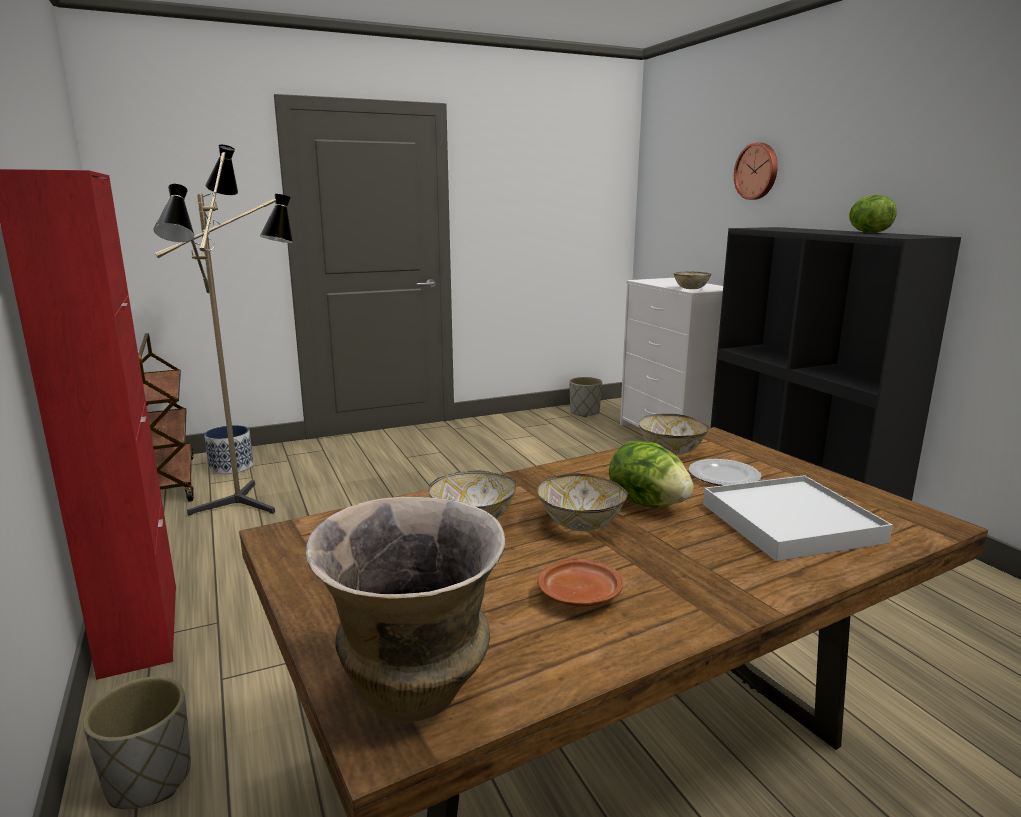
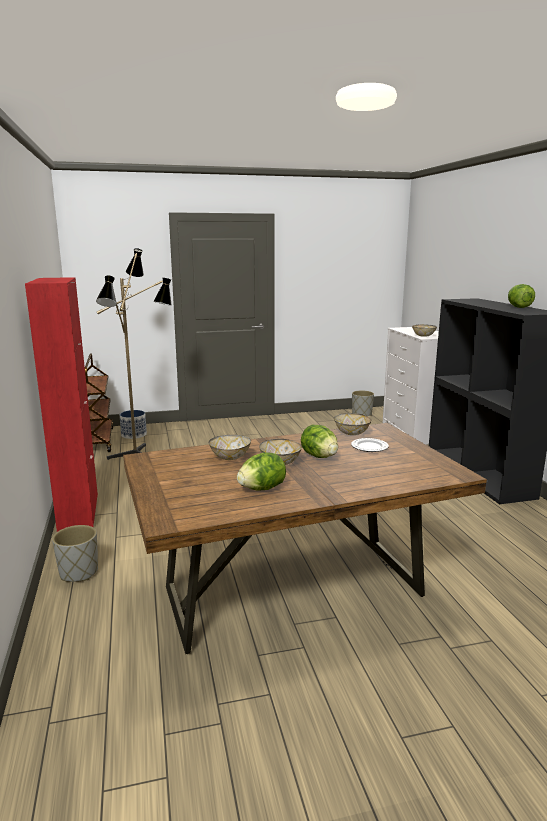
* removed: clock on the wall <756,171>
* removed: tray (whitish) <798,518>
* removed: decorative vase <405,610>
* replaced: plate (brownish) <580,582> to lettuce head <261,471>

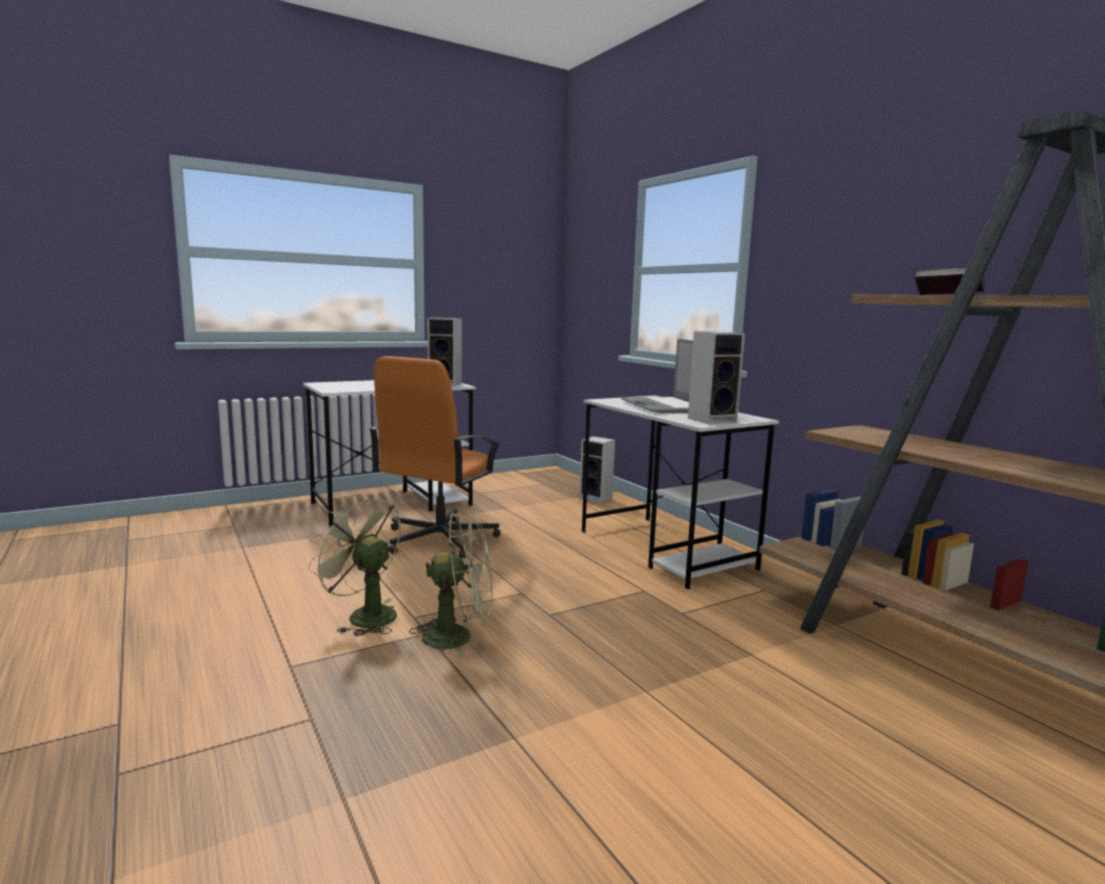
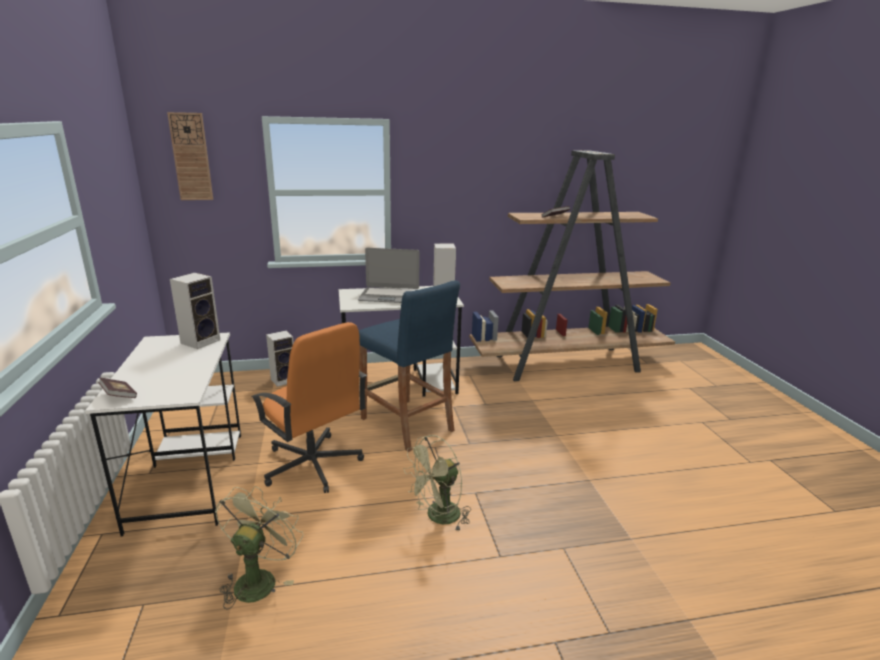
* moved: cooling fan (green) <451,586> to <259,548>
* added: clock on the wall <190,156>
* added: stool (blue) <409,366>
* added: book <117,388>

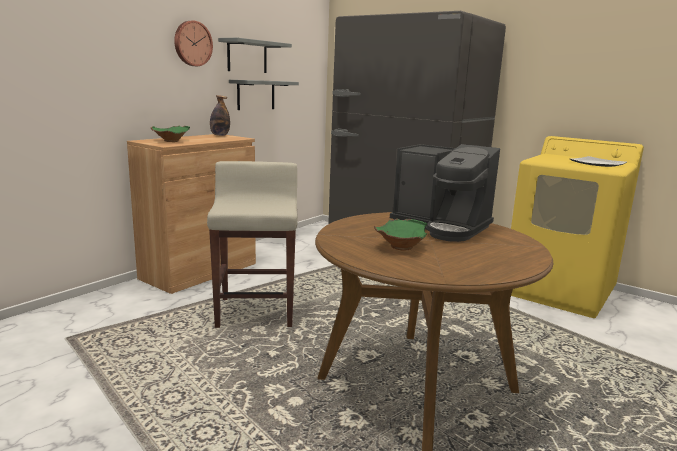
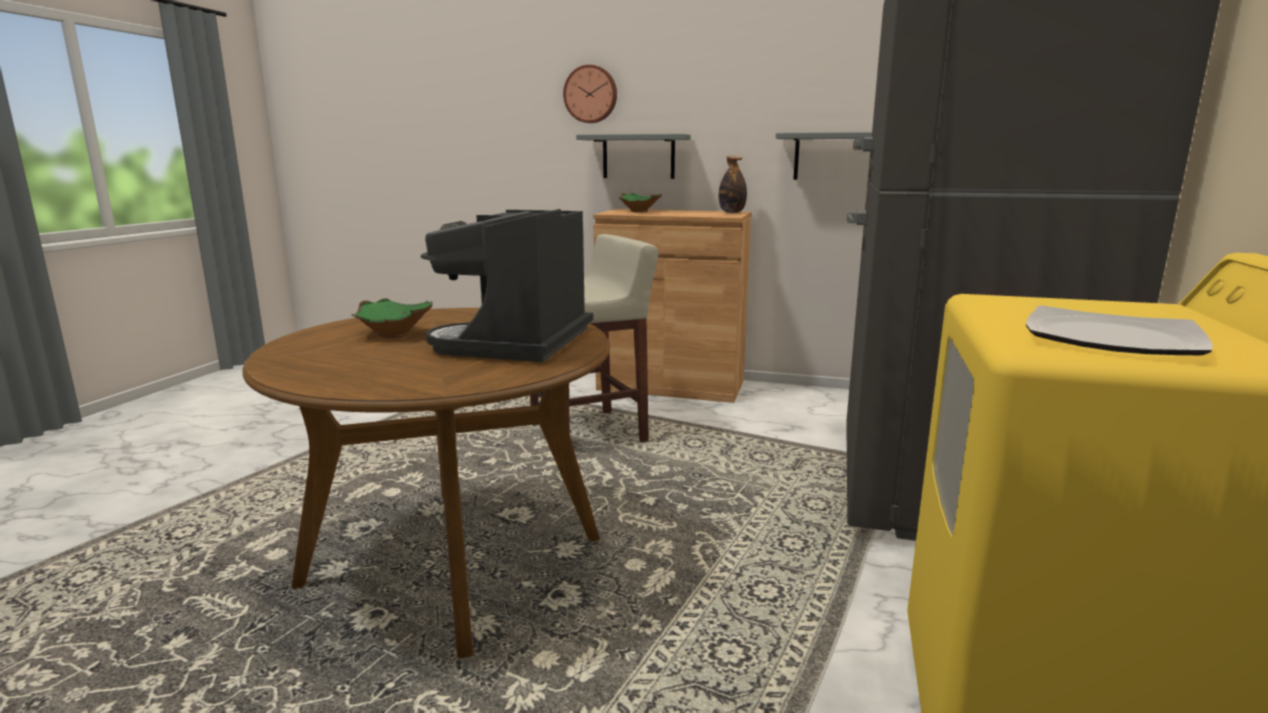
* moved: clock on the wall <193,43> to <590,93>
* moved: wall shelf (gray) <255,55> to <633,156>

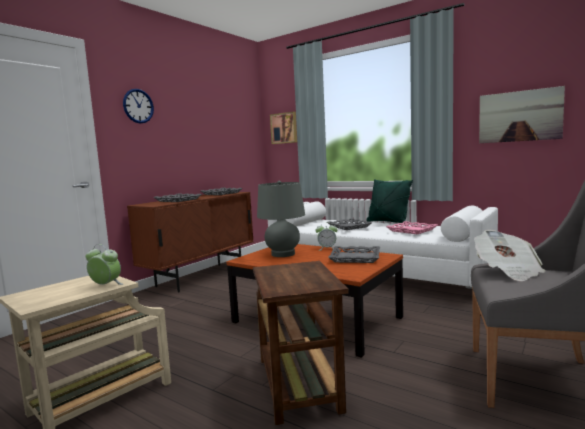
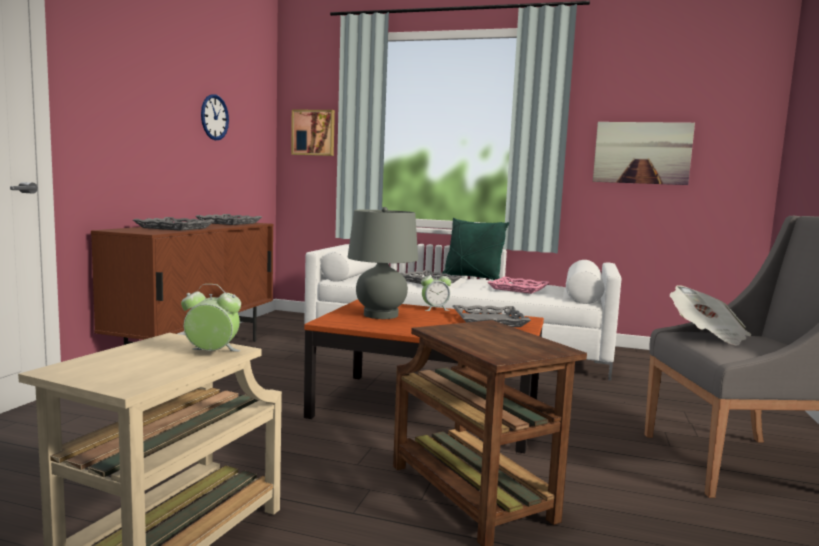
* moved: clock on the wall <138,106> to <215,117>

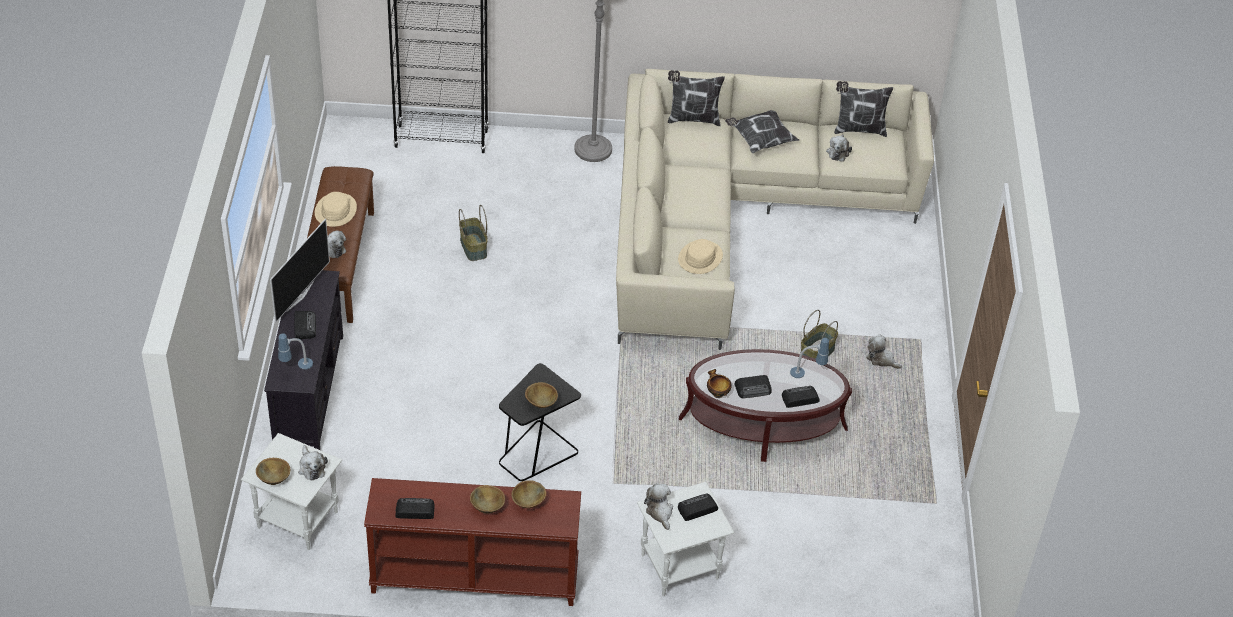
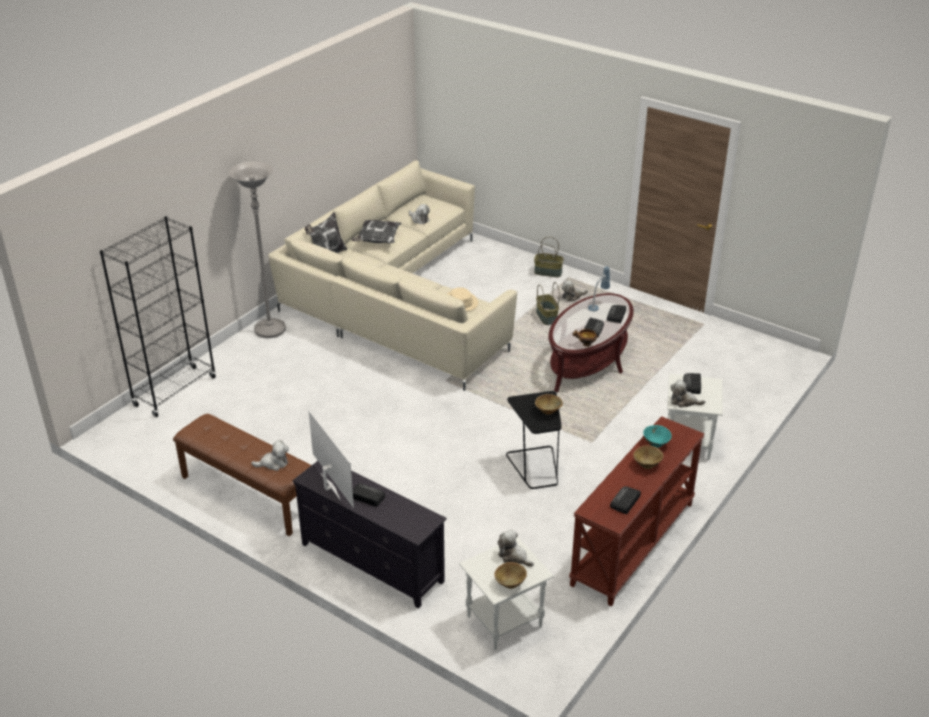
* removed: cushion <863,109>
* removed: clothing hat (sand-coloured) <336,209>
* moved: basket <473,233> to <549,257>
* removed: tabletop lamp <295,351>
* turned: soft toy <313,463> = <516,548> 150 degrees counterclockwise
* recoloured: deep dish (brownish) <528,494> to deep dish (turquoise-coloured) <657,436>

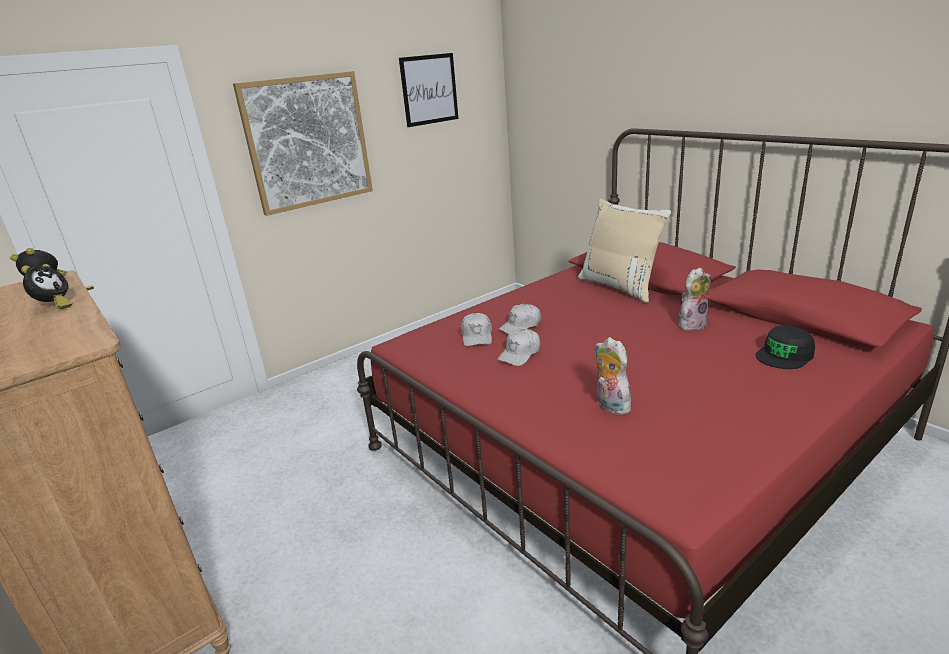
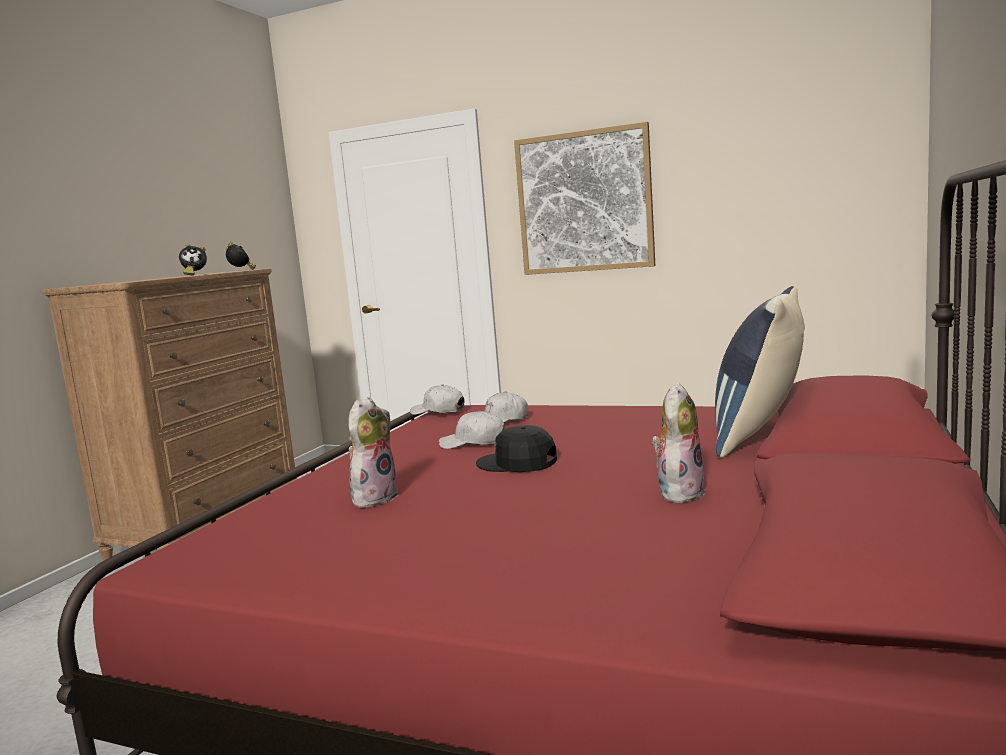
* removed: wall picture <429,90>
* recoloured: cushion (sand-coloured) <624,251> to cushion (blue) <760,372>
* turned: soft toy <695,299> = <678,443> 90 degrees counterclockwise
* moved: peaked cap (whitish) <519,319> to <437,399>
* moved: peaked cap (black-coloured) <785,347> to <516,448>

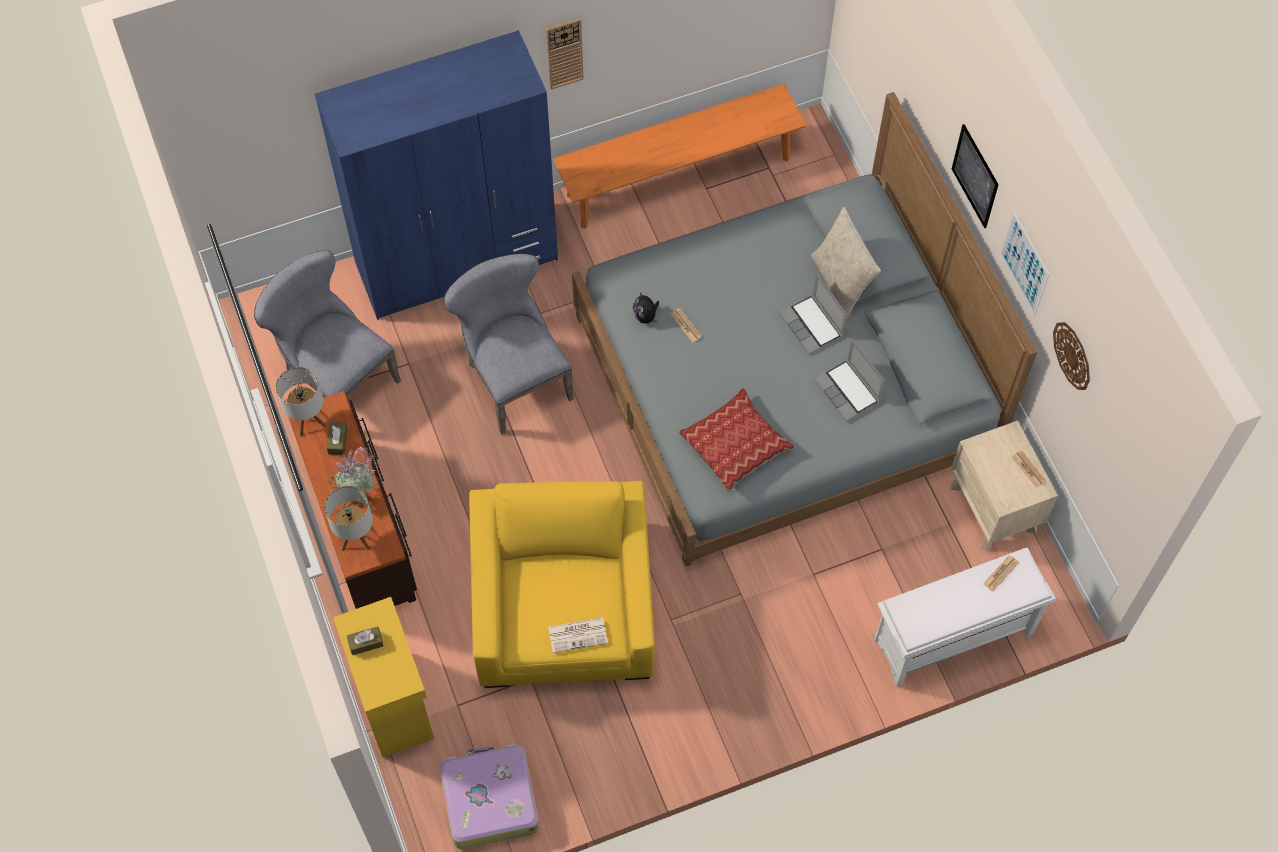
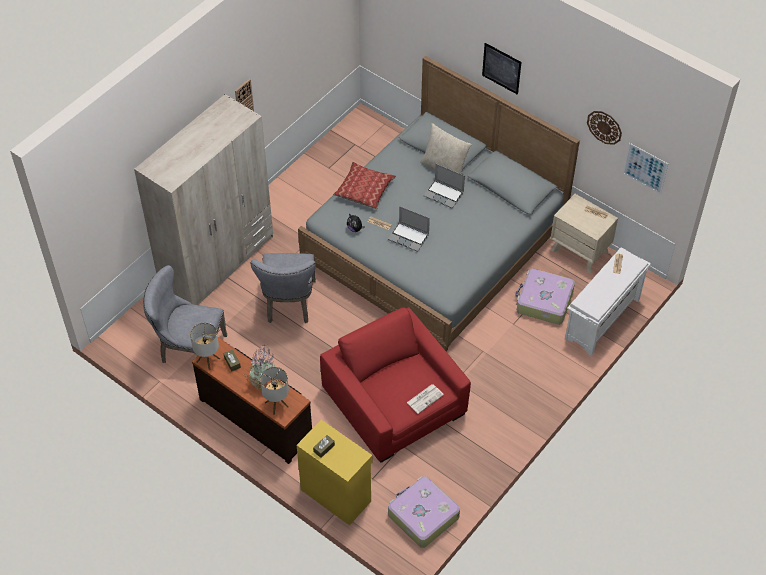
* recoloured: armoire (blue) <436,175> to armoire (sand-coloured) <203,199>
* removed: long seat (orange) <679,156>
* moved: wall picture <1025,263> to <645,168>
* turned: upright chair (gray) <509,344> = <283,288> 120 degrees counterclockwise
* moved: portable computer <849,380> to <409,229>
* moved: cushion <736,440> to <364,185>
* recoloured: armchair (yellow) <562,584> to armchair (reddish) <395,384>
* added: suitcase <545,296>

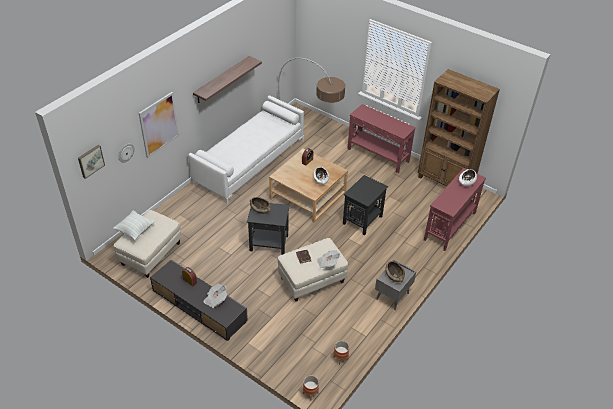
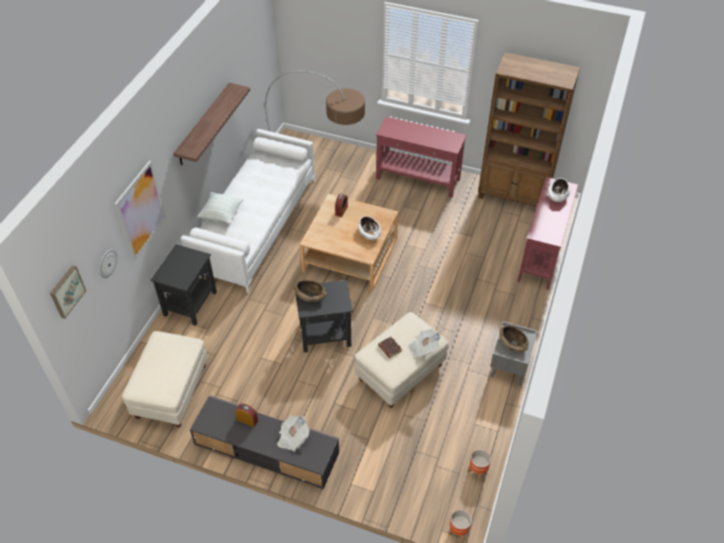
* moved: end table (black-coloured) <365,205> to <183,285>
* moved: cushion <134,225> to <220,208>

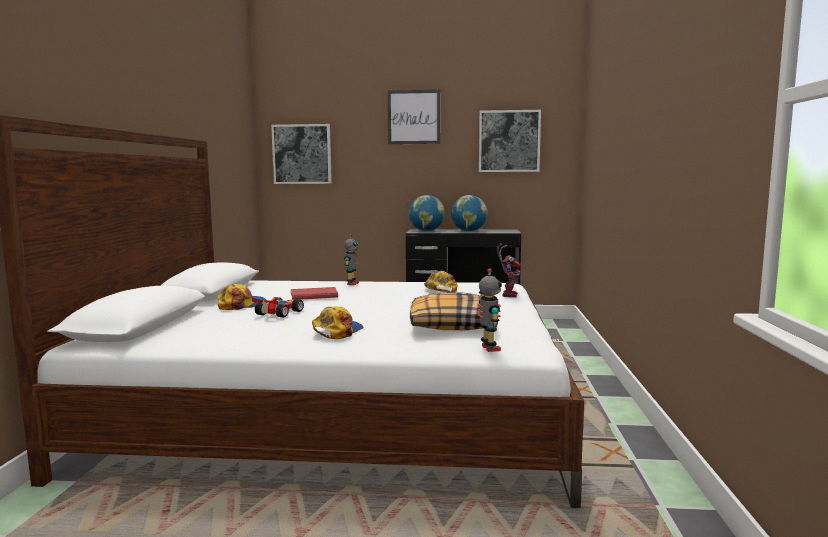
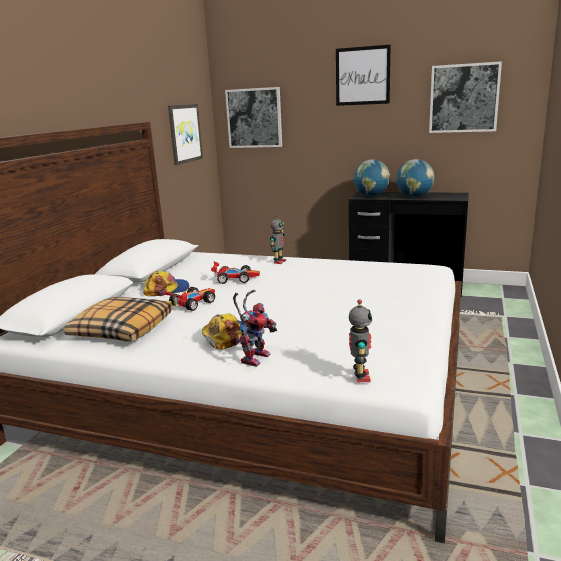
* moved: robot figure <508,270> to <255,328>
* removed: peaked cap <440,281>
* replaced: book (reddish) <314,293> to miniature car <235,273>
* moved: cushion <446,311> to <118,319>
* added: wall picture <185,134>

